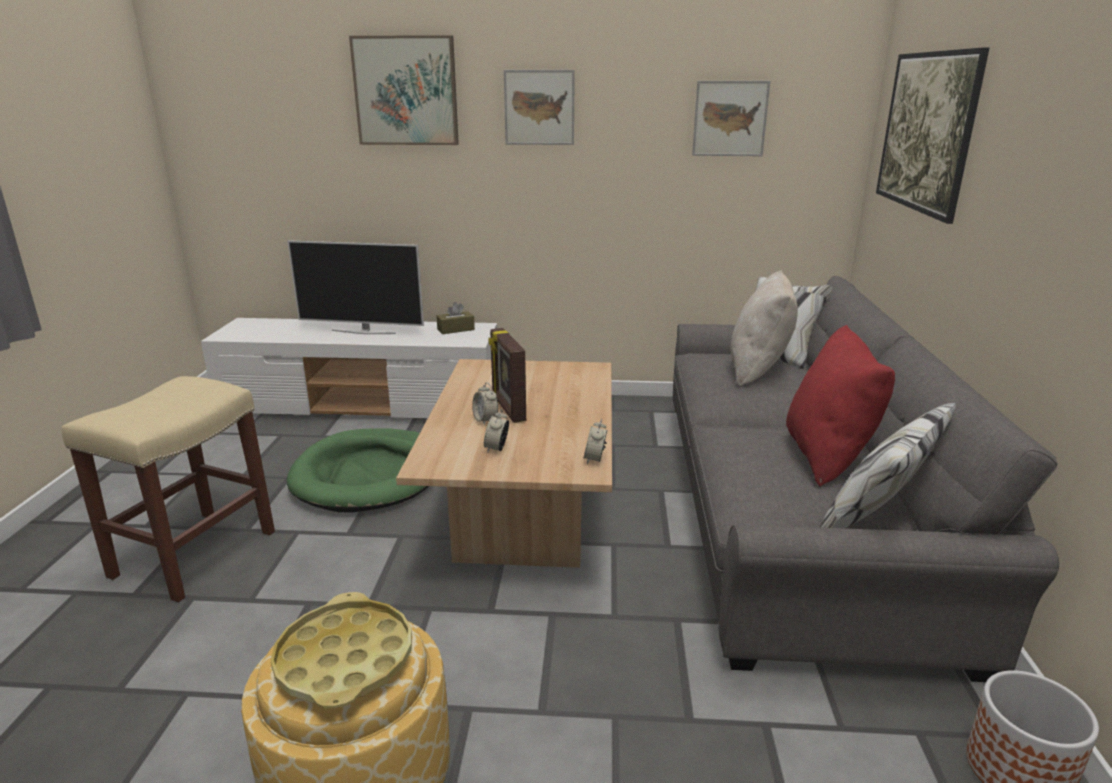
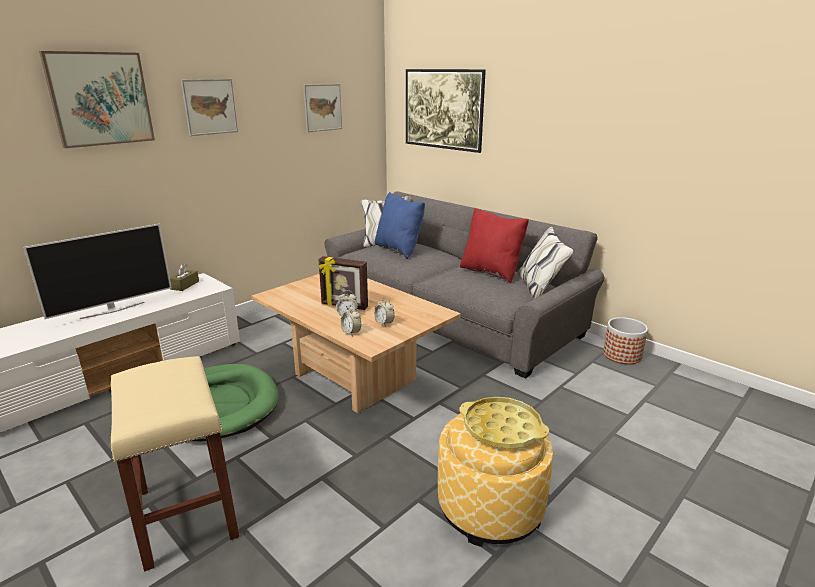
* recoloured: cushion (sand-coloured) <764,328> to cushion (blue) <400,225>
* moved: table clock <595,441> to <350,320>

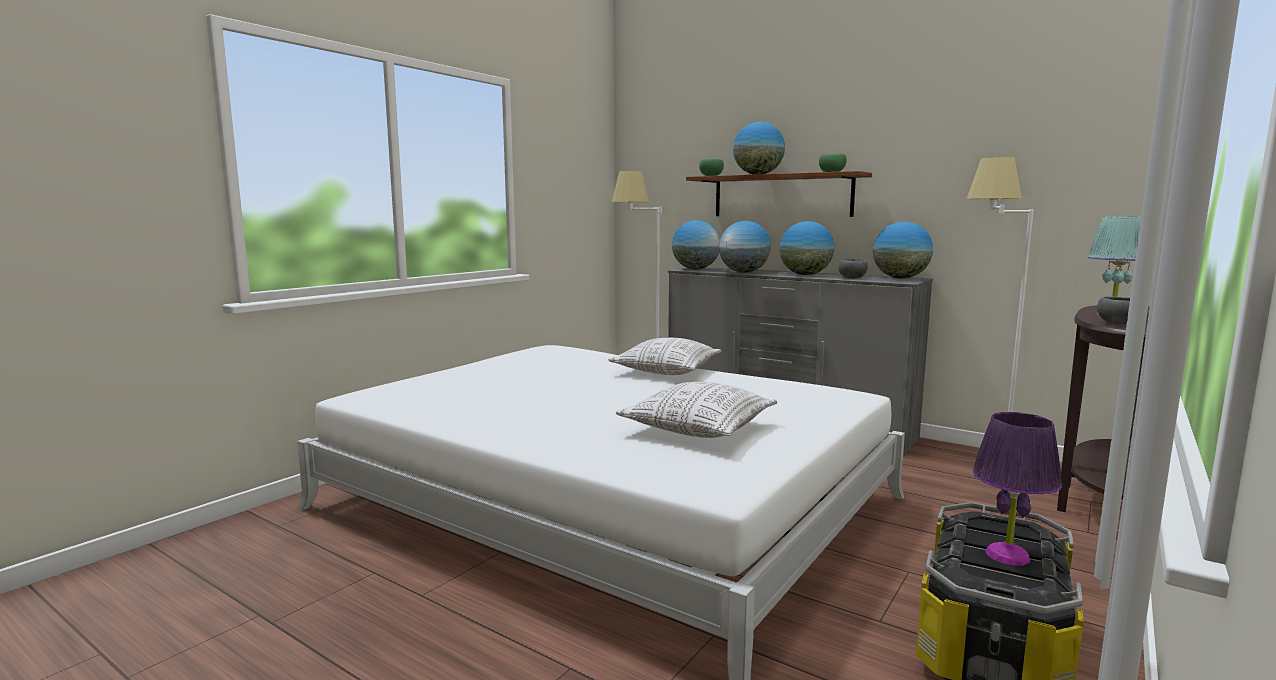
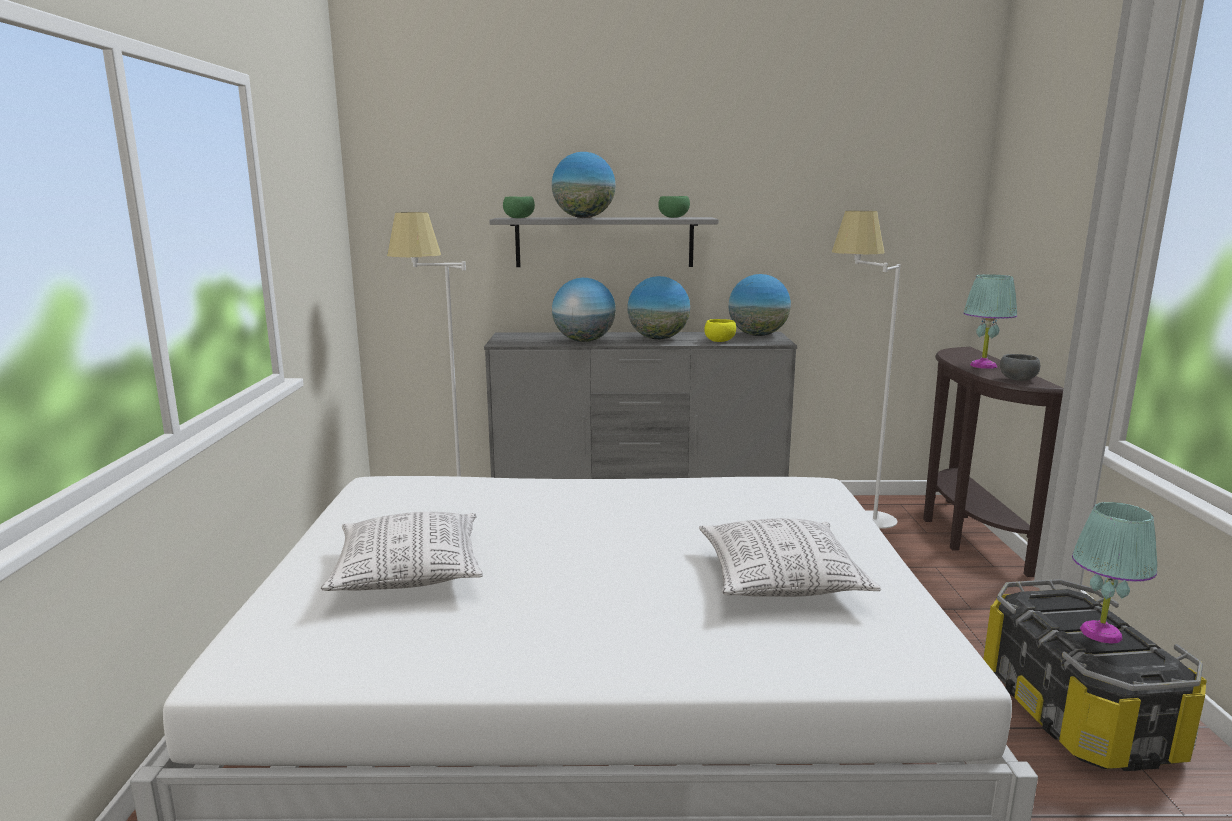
* recoloured: wall shelf (brownish) <779,194> to wall shelf (gray) <603,242>
* removed: world globe <696,244>
* recoloured: deep dish (gray) <853,269> to deep dish (yellow) <720,330>
* moved: cushion <665,356> to <402,551>
* recoloured: tabletop lamp (purple) <1017,489> to tabletop lamp (turquoise-coloured) <1114,573>

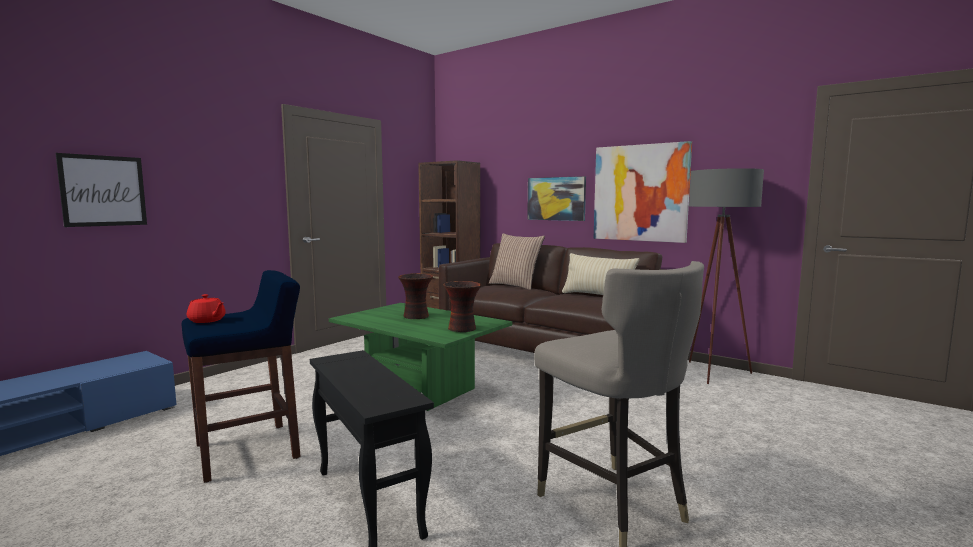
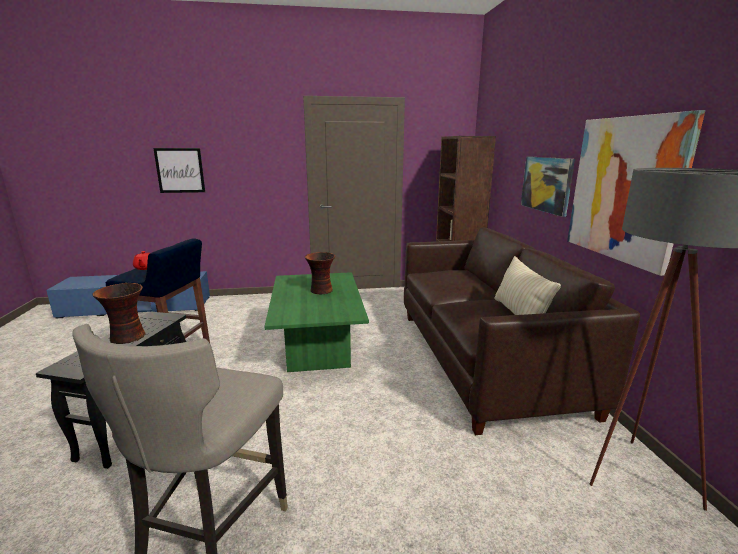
* removed: cushion <517,261>
* moved: decorative vase <462,306> to <119,313>

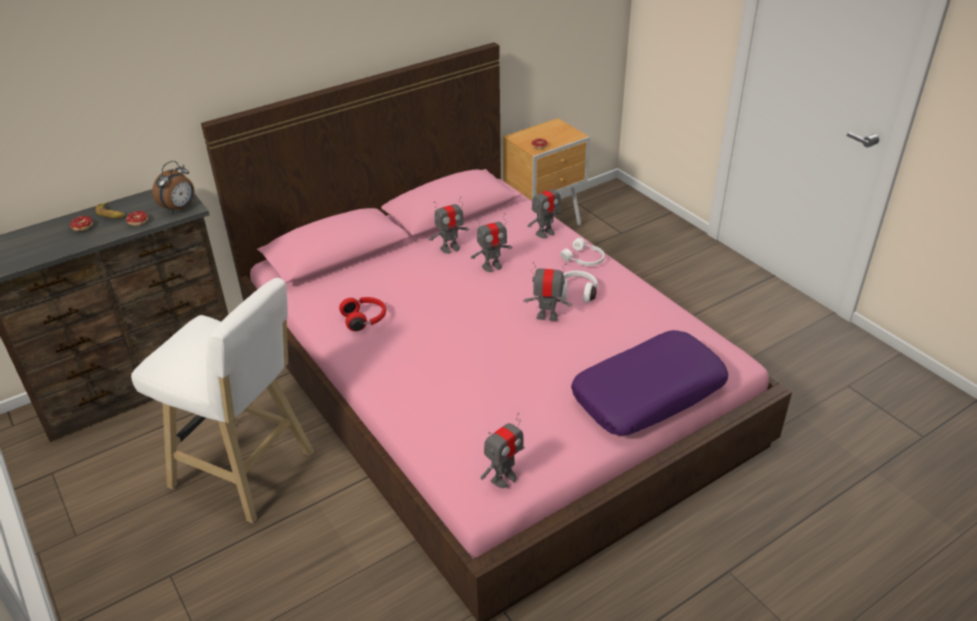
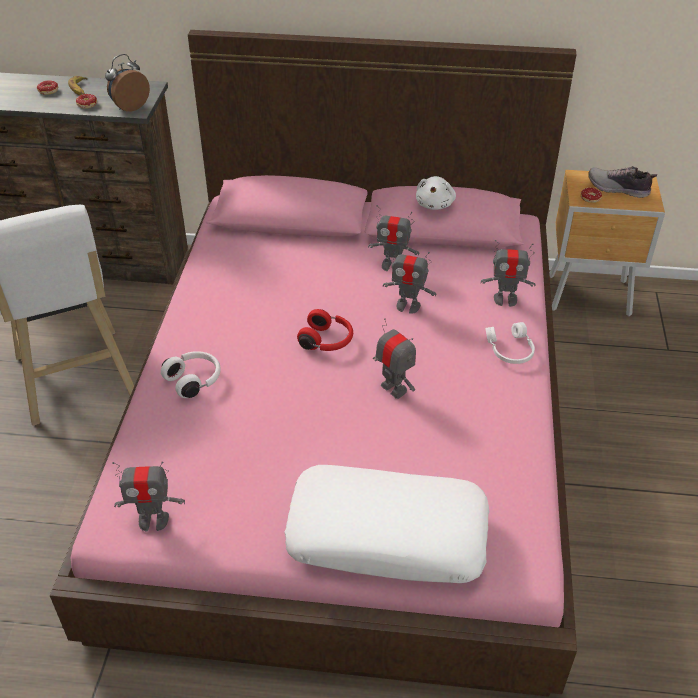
* turned: table clock <173,187> = <127,83> 150 degrees clockwise
* moved: pair of headphones (whitish) <579,287> to <191,374>
* moved: pair of headphones (reddish) <362,314> to <325,330>
* recoloured: cushion (purple) <649,383> to cushion (whitish) <387,524>
* added: item of footwear <622,182>
* added: soft toy (whitish) <436,193>

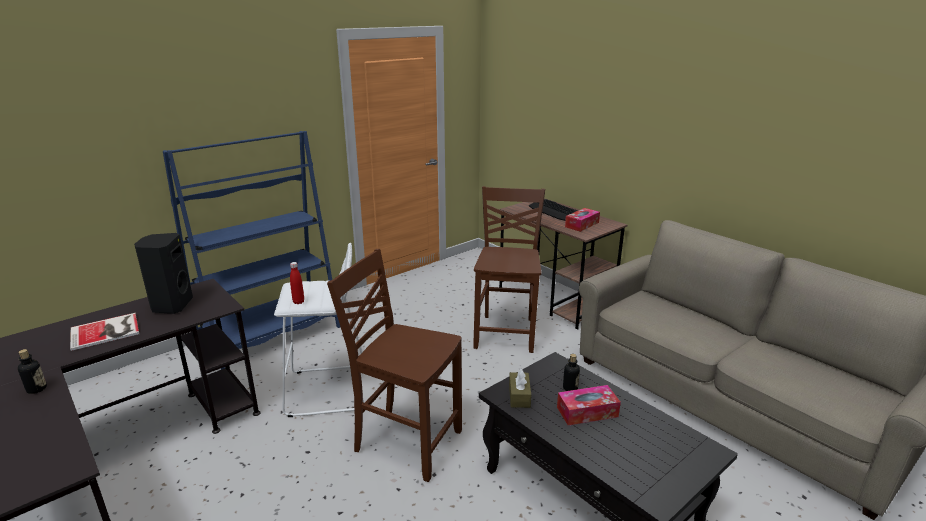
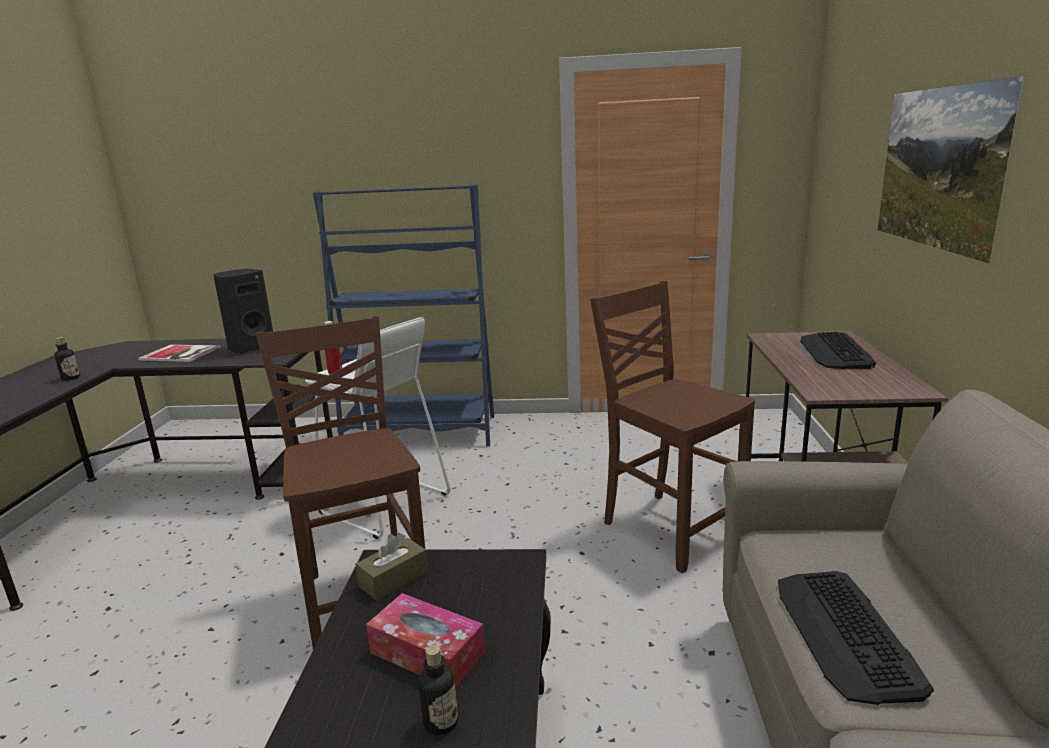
* turned: upright chair (brownish) <509,269> = <672,427> 90 degrees counterclockwise
* removed: tissue box <582,220>
* moved: drink bottle <571,372> to <438,690>
* added: wall picture <950,170>
* added: keyboard <856,638>

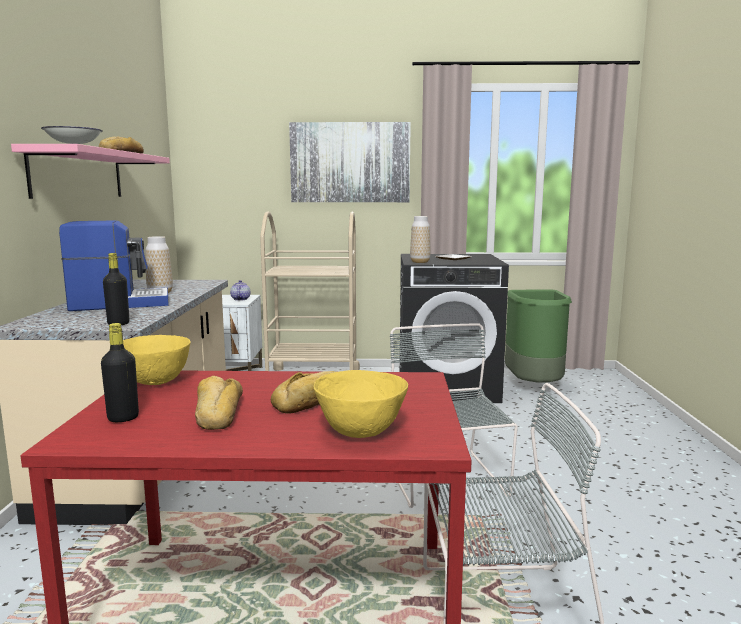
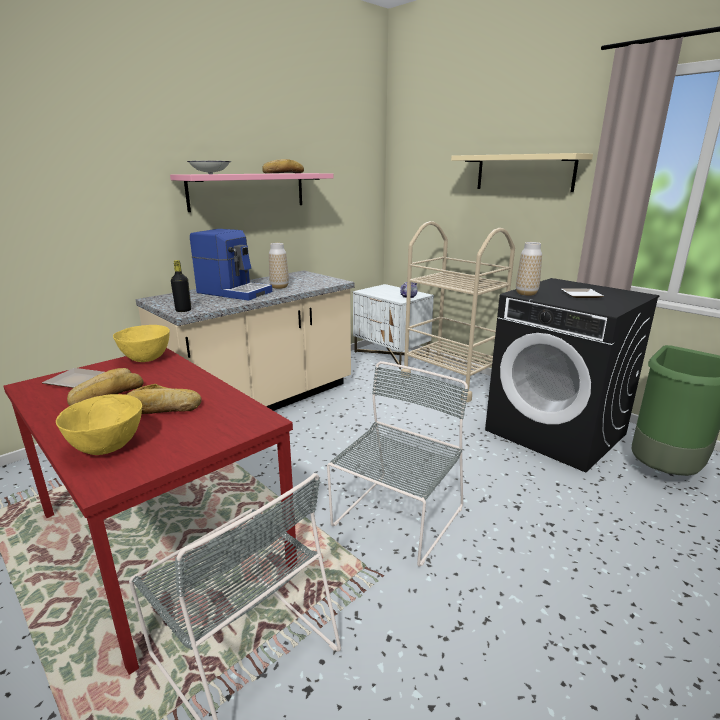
* replaced: wall picture <350,162> to wall shelf (sand-coloured) <522,172>
* replaced: drink bottle (black-coloured) <120,372> to plate <73,378>

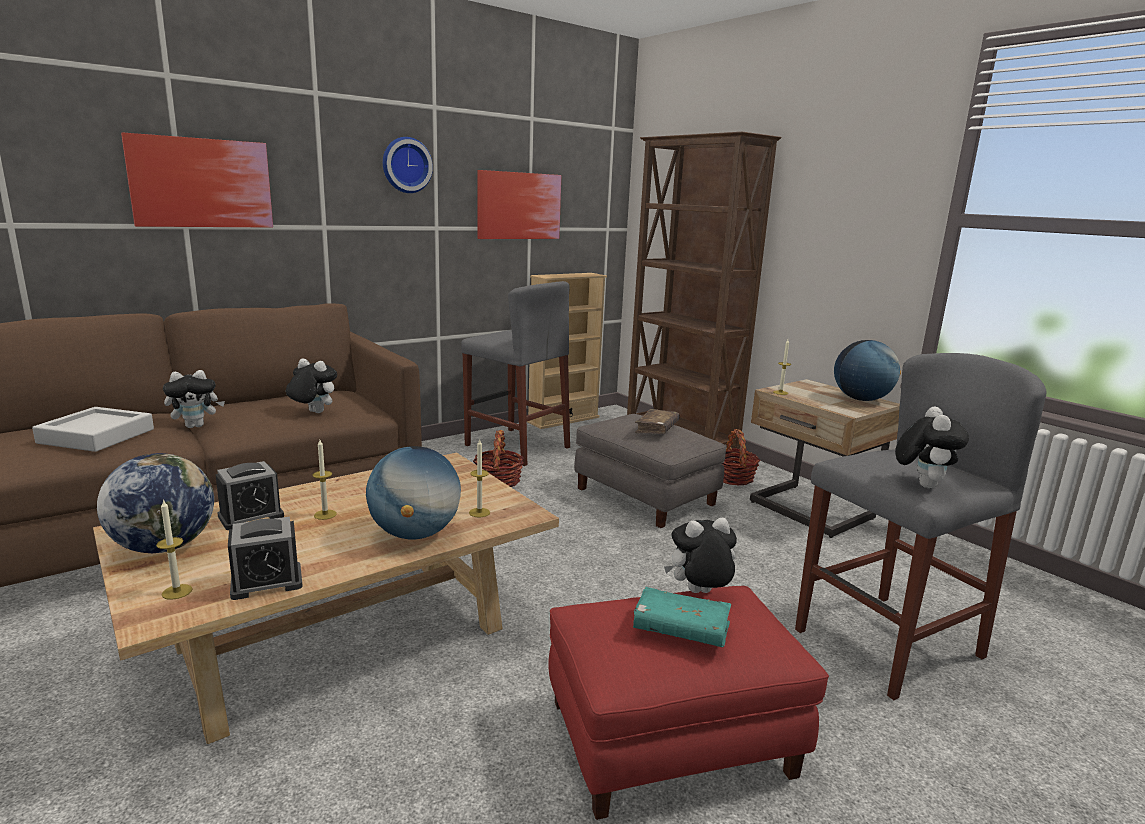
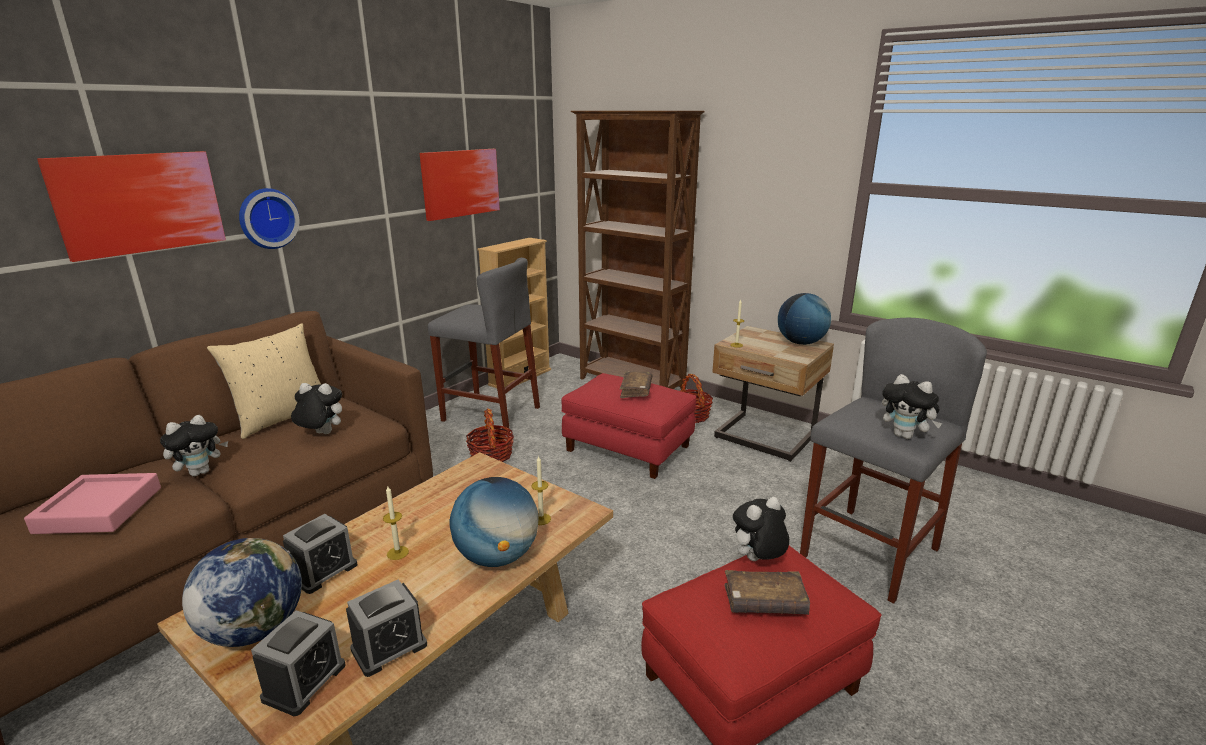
* moved: clock on the wall <408,165> to <269,218>
* recoloured: tray (gray) <93,429> to tray (pink-coloured) <92,503>
* turned: soft toy <932,447> = <912,406> 135 degrees clockwise
* recoloured: ottoman (gray) <650,471> to ottoman (reddish) <629,426>
* replaced: wax light <174,549> to table clock <298,663>
* recoloured: book (turquoise-coloured) <682,617> to book (brownish) <767,592>
* added: cushion (sand-coloured) <264,381>

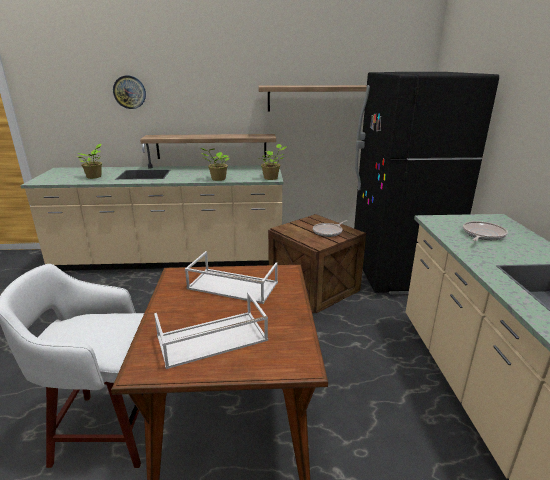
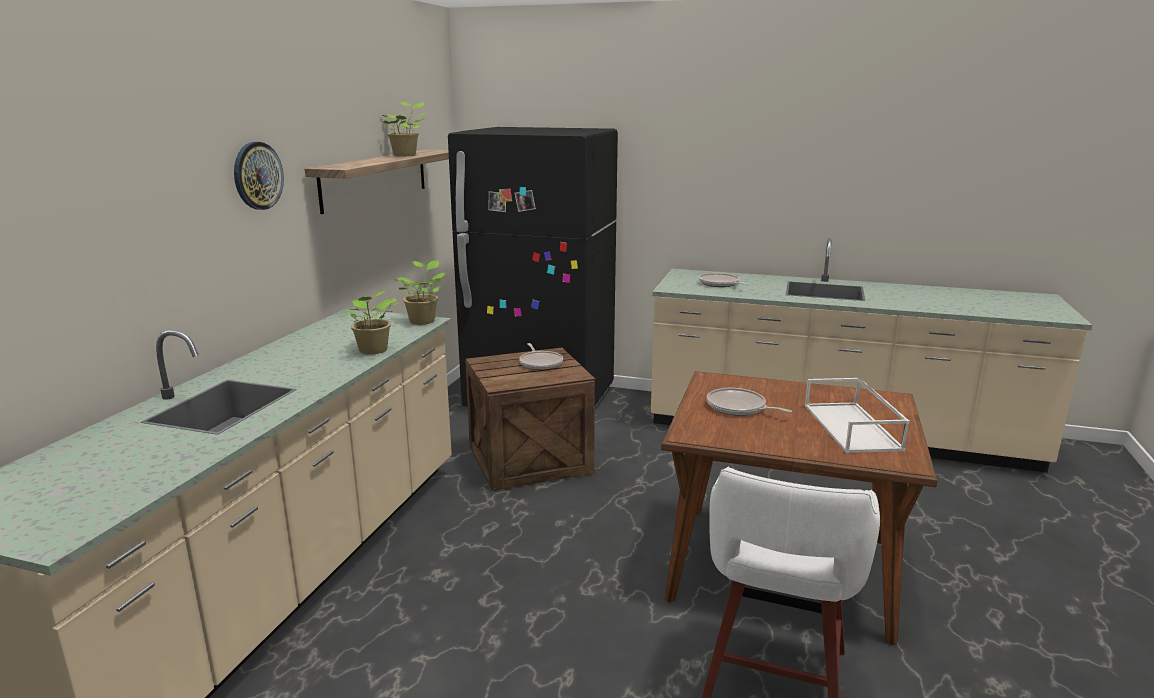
* moved: clock on the wall <129,92> to <259,176>
* removed: wall shelf <208,146>
* moved: houseplant <90,161> to <405,128>
* replaced: tray (whitish) <231,277> to skillet <749,402>

